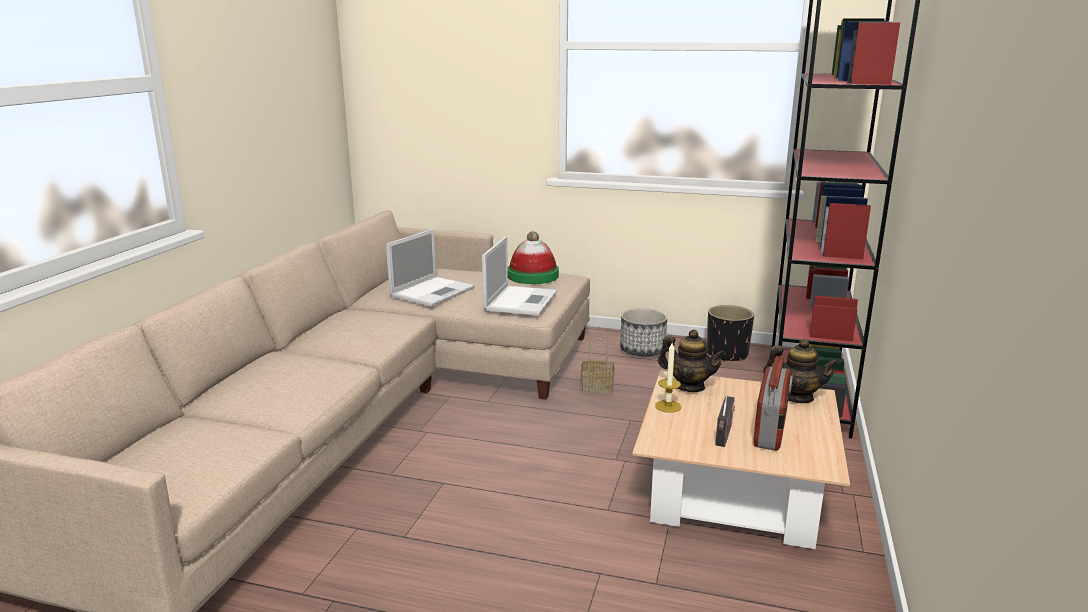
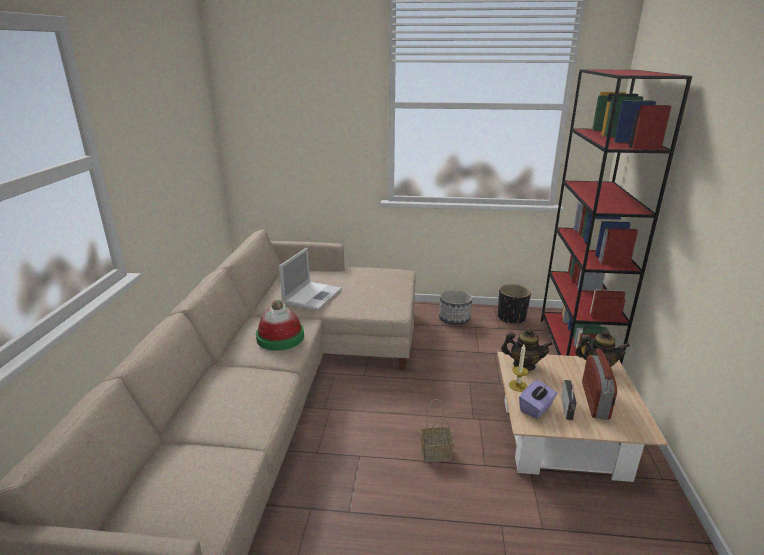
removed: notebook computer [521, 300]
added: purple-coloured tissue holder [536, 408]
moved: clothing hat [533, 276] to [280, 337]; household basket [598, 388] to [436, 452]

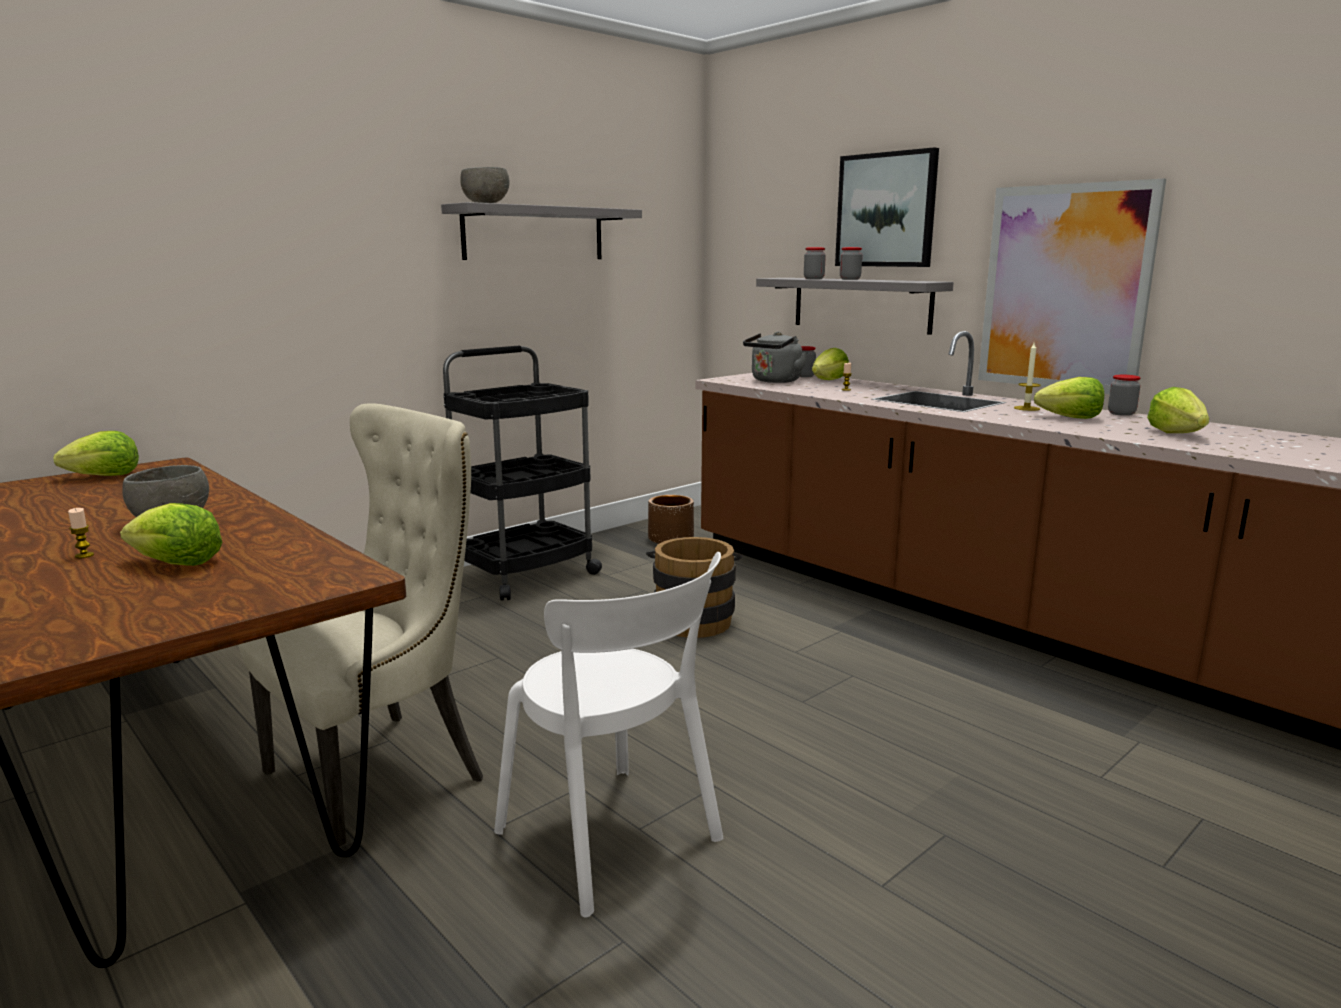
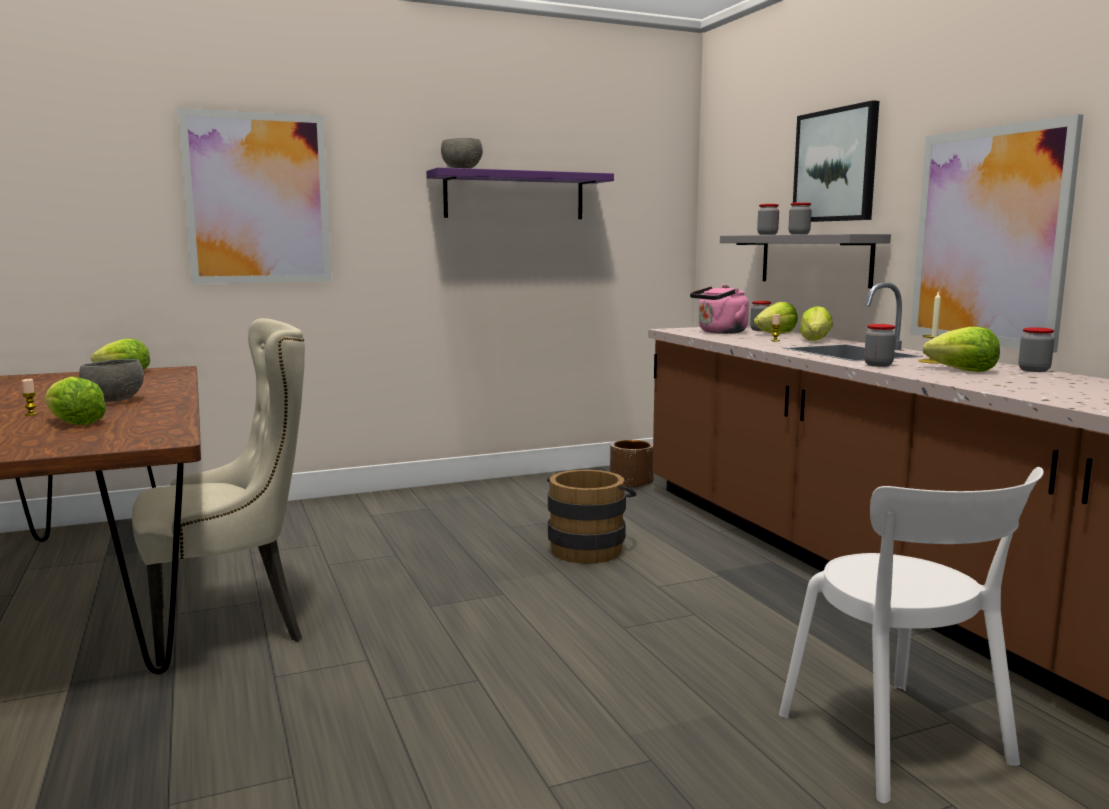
removed: blackish cart [525, 574]
added: picture [258, 199]; preserve jar [878, 365]
moved: whitish upright chair [614, 840] to [900, 743]; lettuce head [1176, 433] to [815, 340]
recoloured: grey shelf [534, 234] to purple-coloured shelf [514, 196]; grey tea kettle [774, 381] to pink-coloured tea kettle [720, 332]

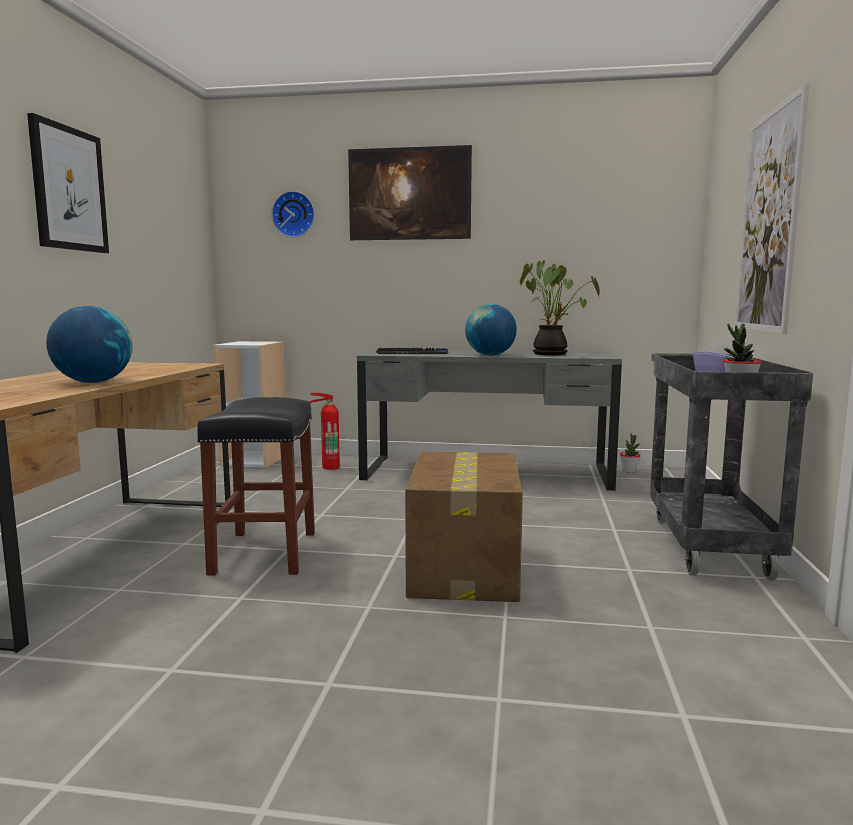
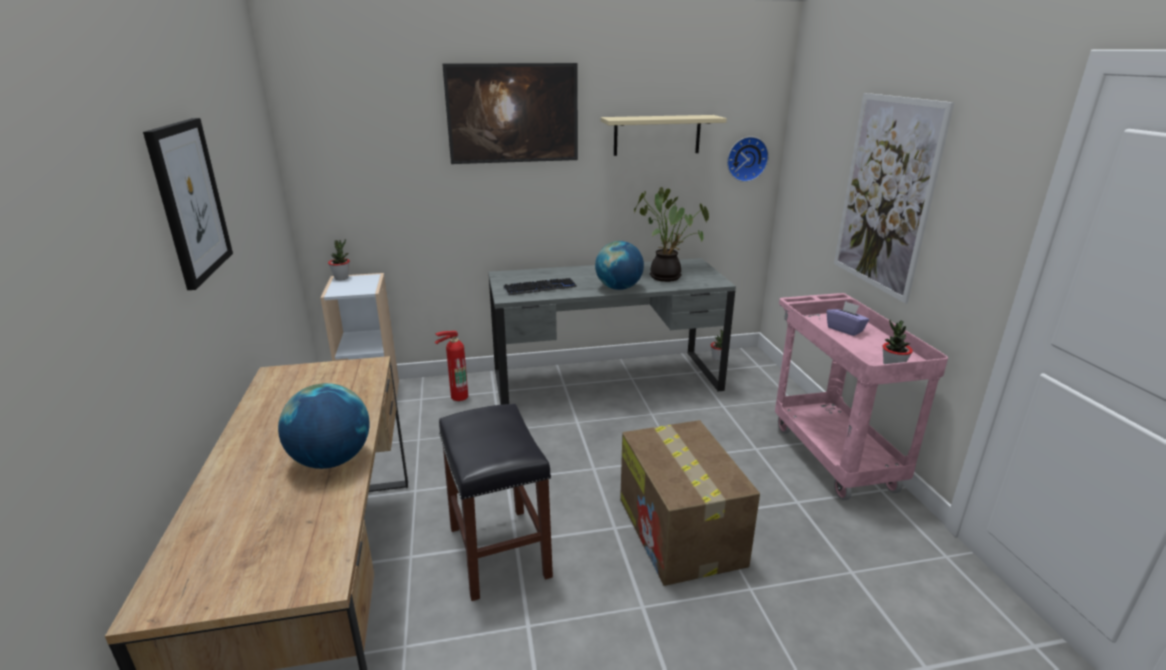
added: plant in a pot [341, 278]; beige shelf [657, 135]
moved: clock on the wall [294, 214] to [746, 158]
recoloured: grey cart [706, 545] to pink-coloured cart [829, 455]

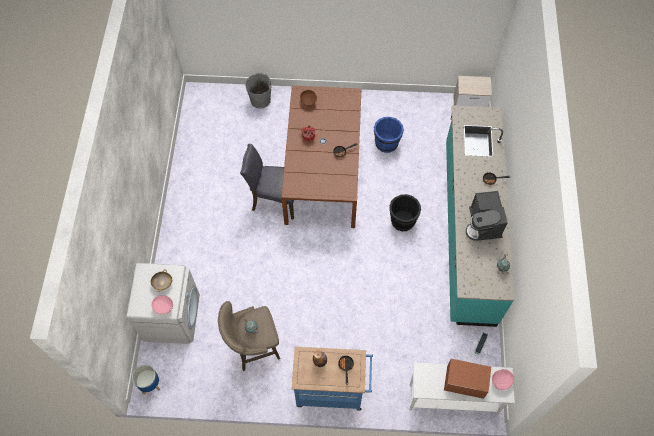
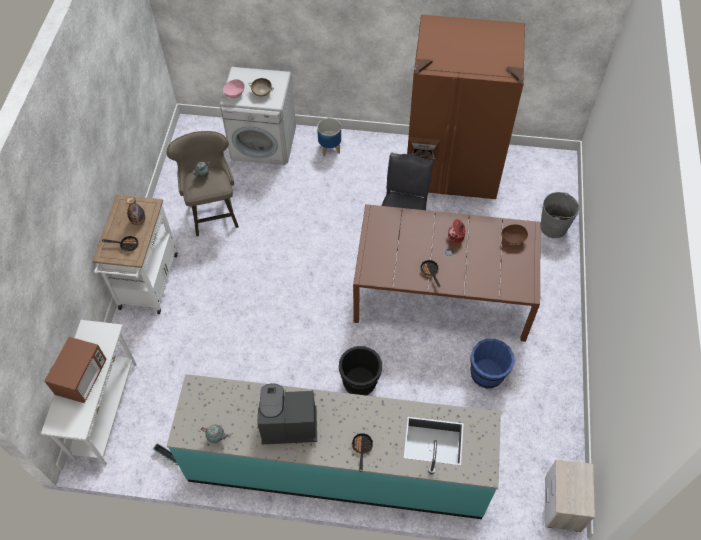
removed: pink-coloured deep dish [501, 381]
added: brown kitchen fridge [451, 170]
moved: planter [150, 384] to [329, 148]
recoloured: blue cart [332, 391] to whitish cart [148, 283]

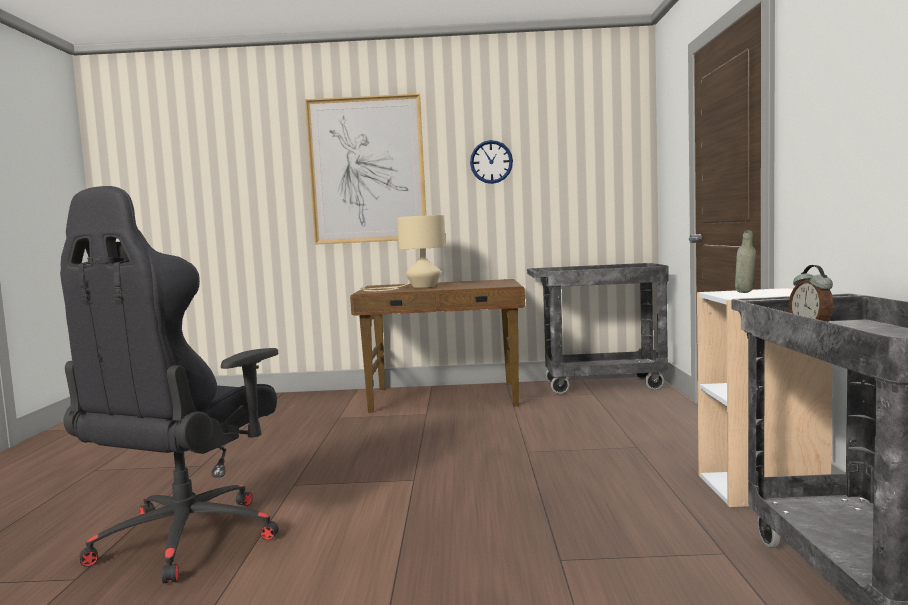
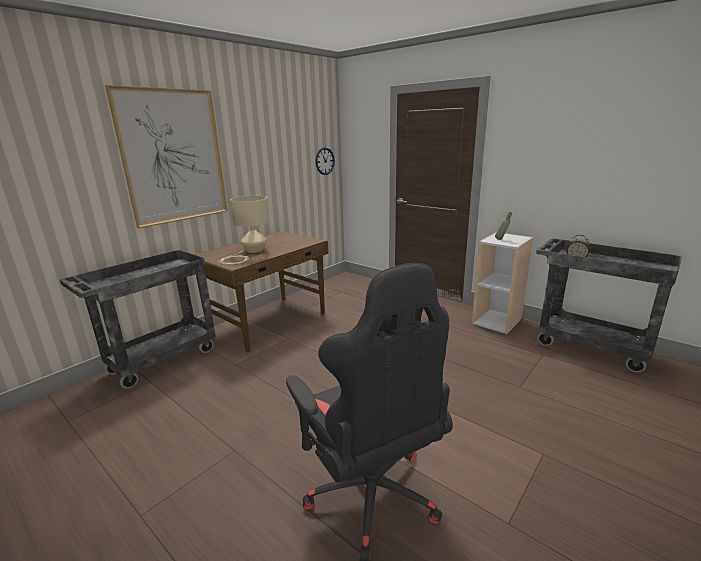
moved: clock on the wall [491, 162] to [324, 161]; grey cart [597, 386] to [159, 364]

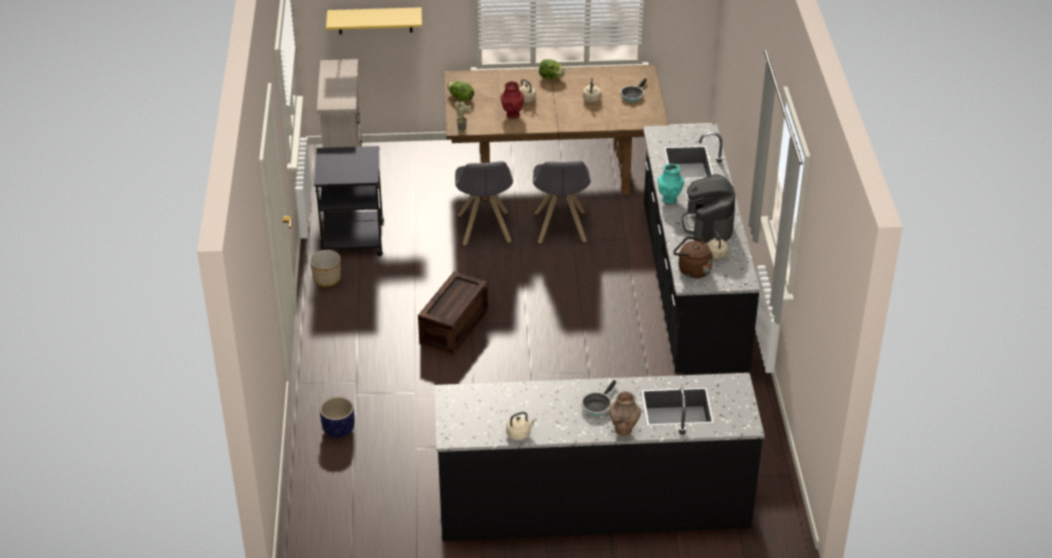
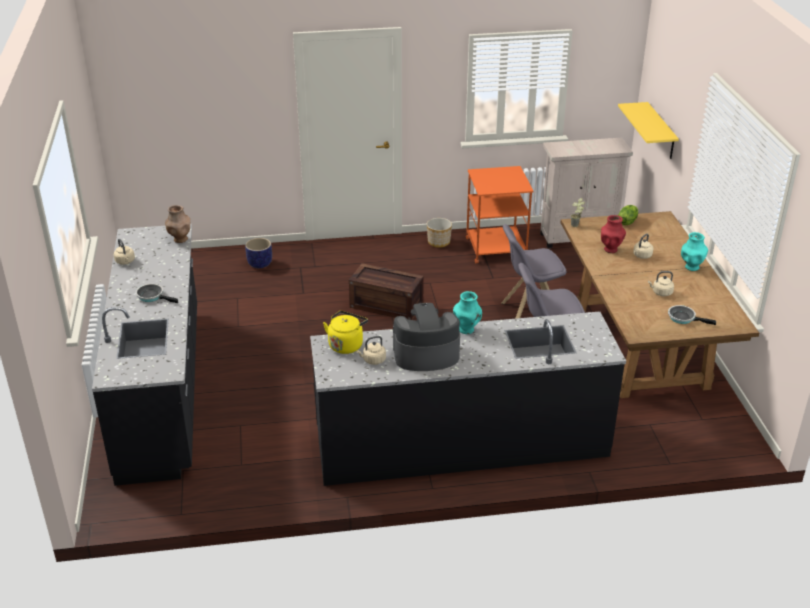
moved: brown decorative vase [623, 430] to [180, 239]
replaced: lettuce head [551, 77] to blue-green decorative vase [691, 267]
recoloured: blackish cart [353, 237] to orangey cart [496, 248]; brown tea kettle [691, 270] to yellowish tea kettle [346, 344]

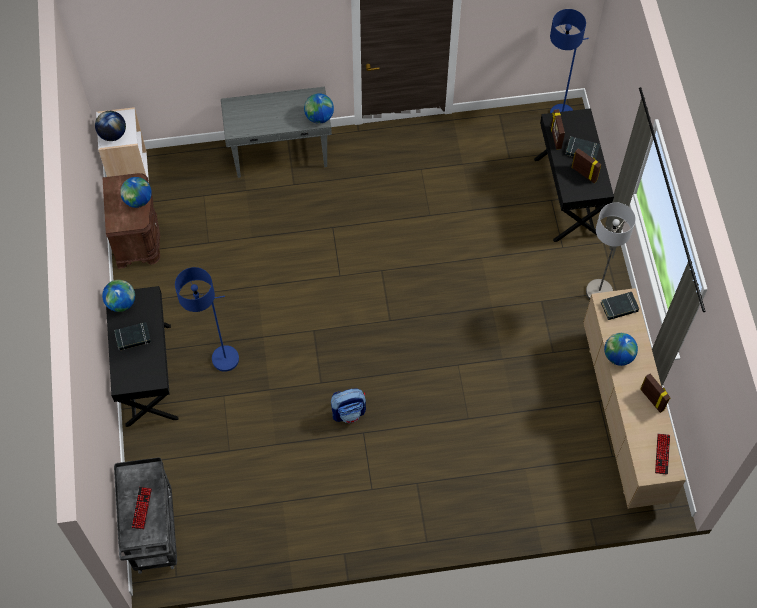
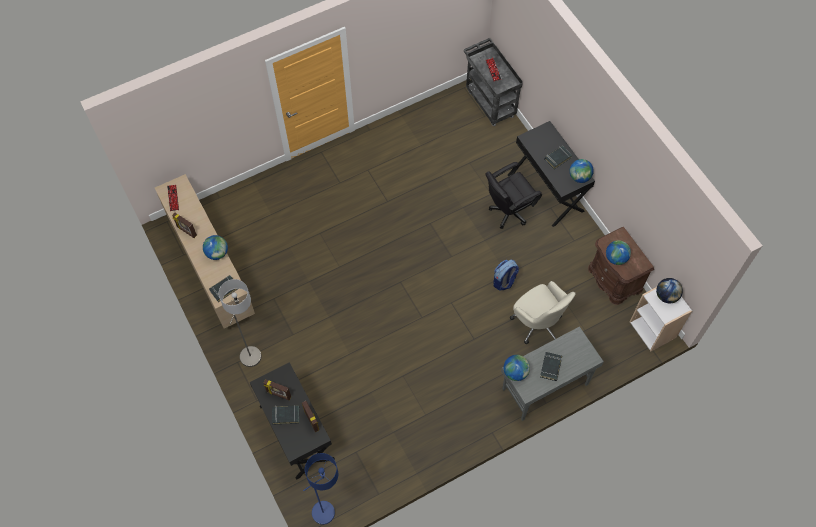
added: beige computer chair [537, 324]; blackish volume [550, 367]
moved: backpack [349, 412] to [504, 281]
replaced: blue floor lamp [217, 360] to blackish computer chair [507, 214]

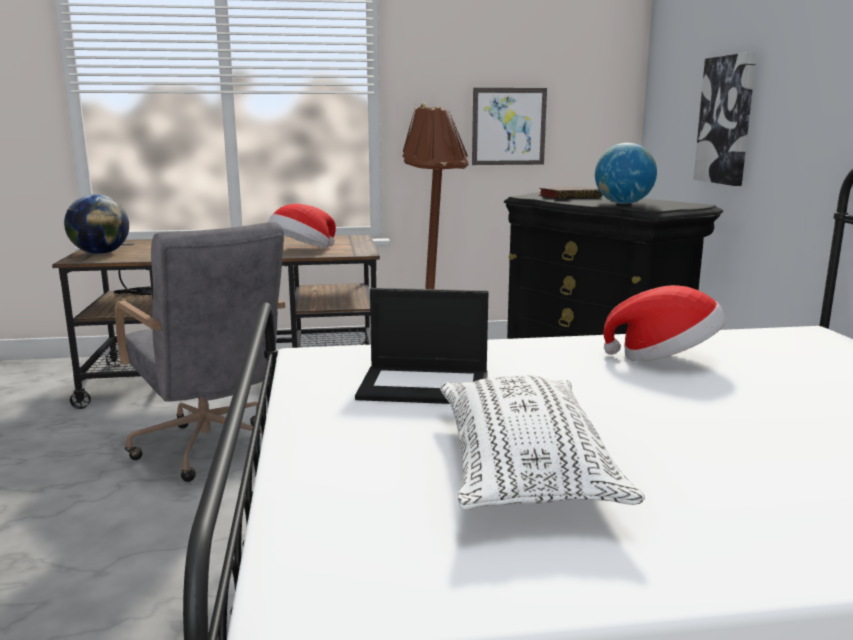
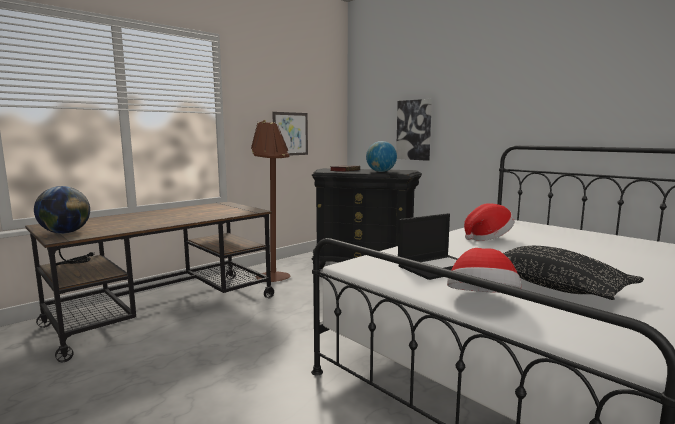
removed: grey computer chair [210, 452]
moved: clothing hat [302, 250] to [481, 301]
recoloured: whitish throw pillow [523, 467] to blackish throw pillow [553, 286]

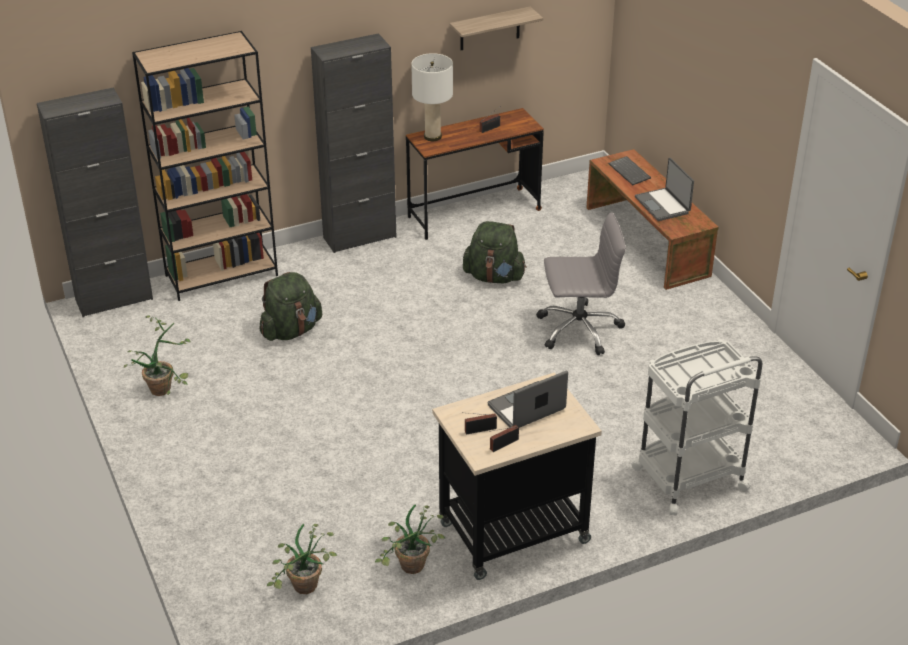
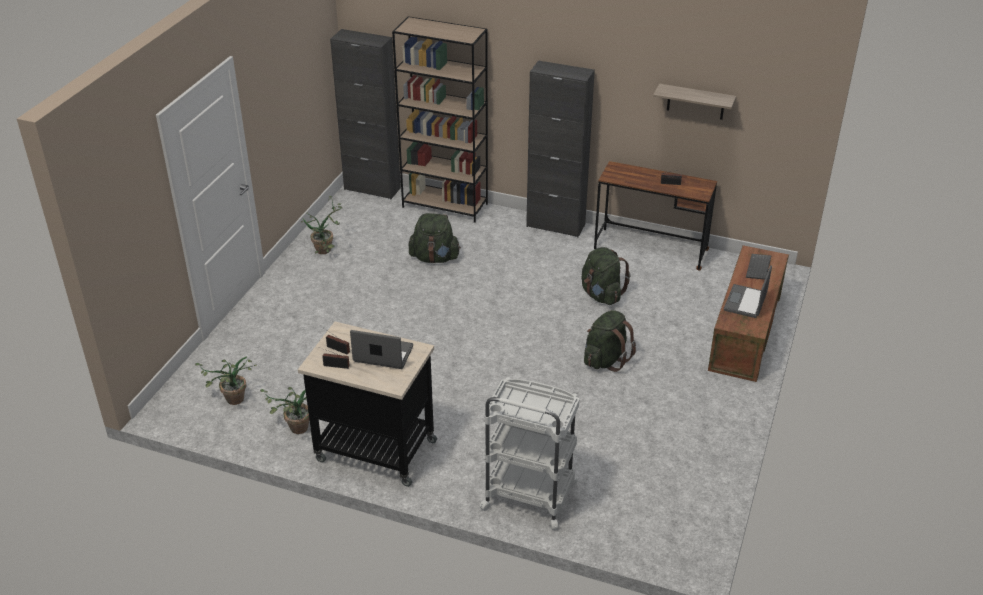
removed: whitish lamp for a table [432, 136]
replaced: grey computer chair [579, 329] to greenish backpack [606, 359]

